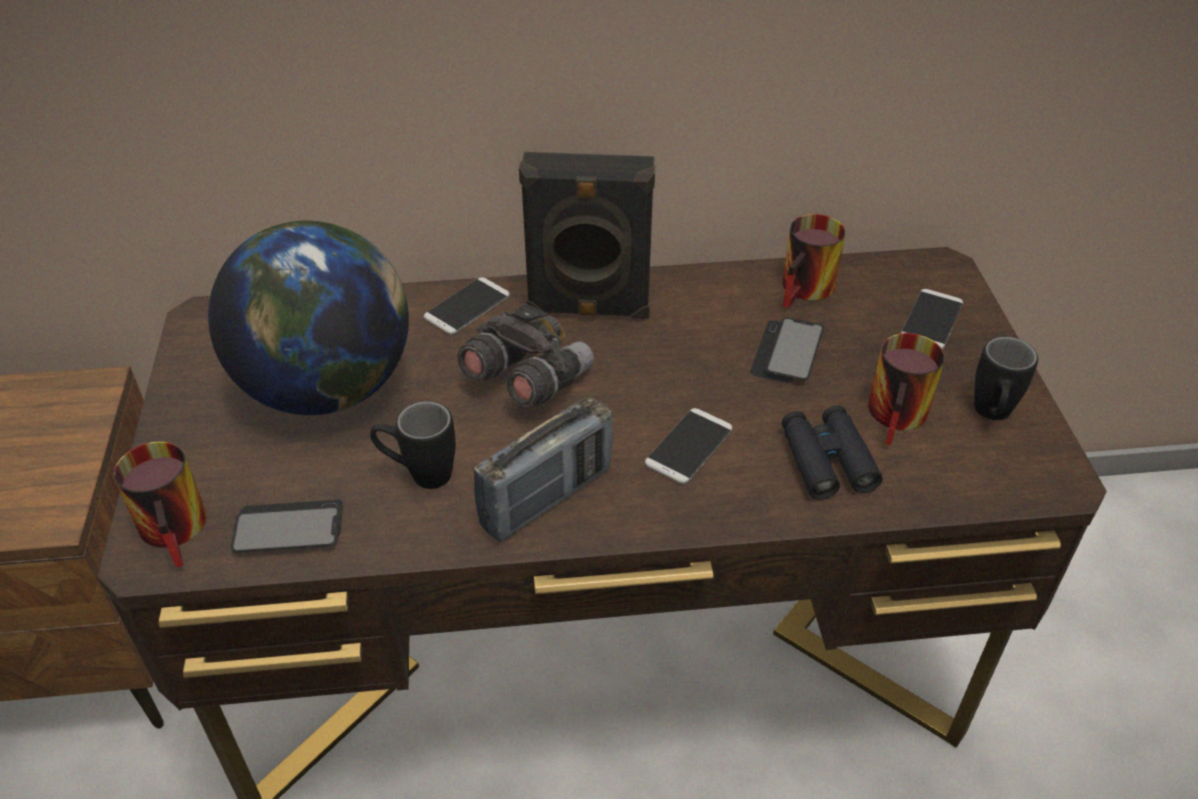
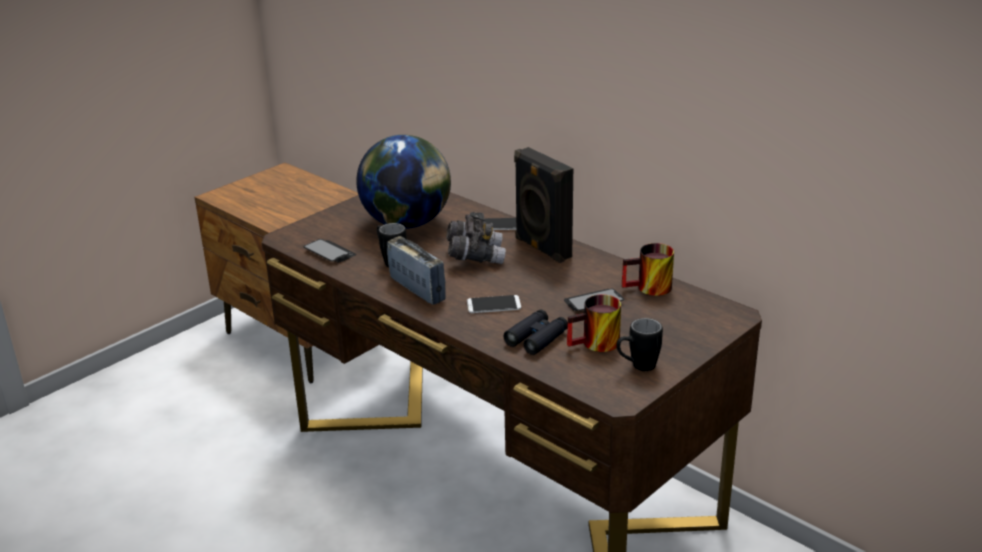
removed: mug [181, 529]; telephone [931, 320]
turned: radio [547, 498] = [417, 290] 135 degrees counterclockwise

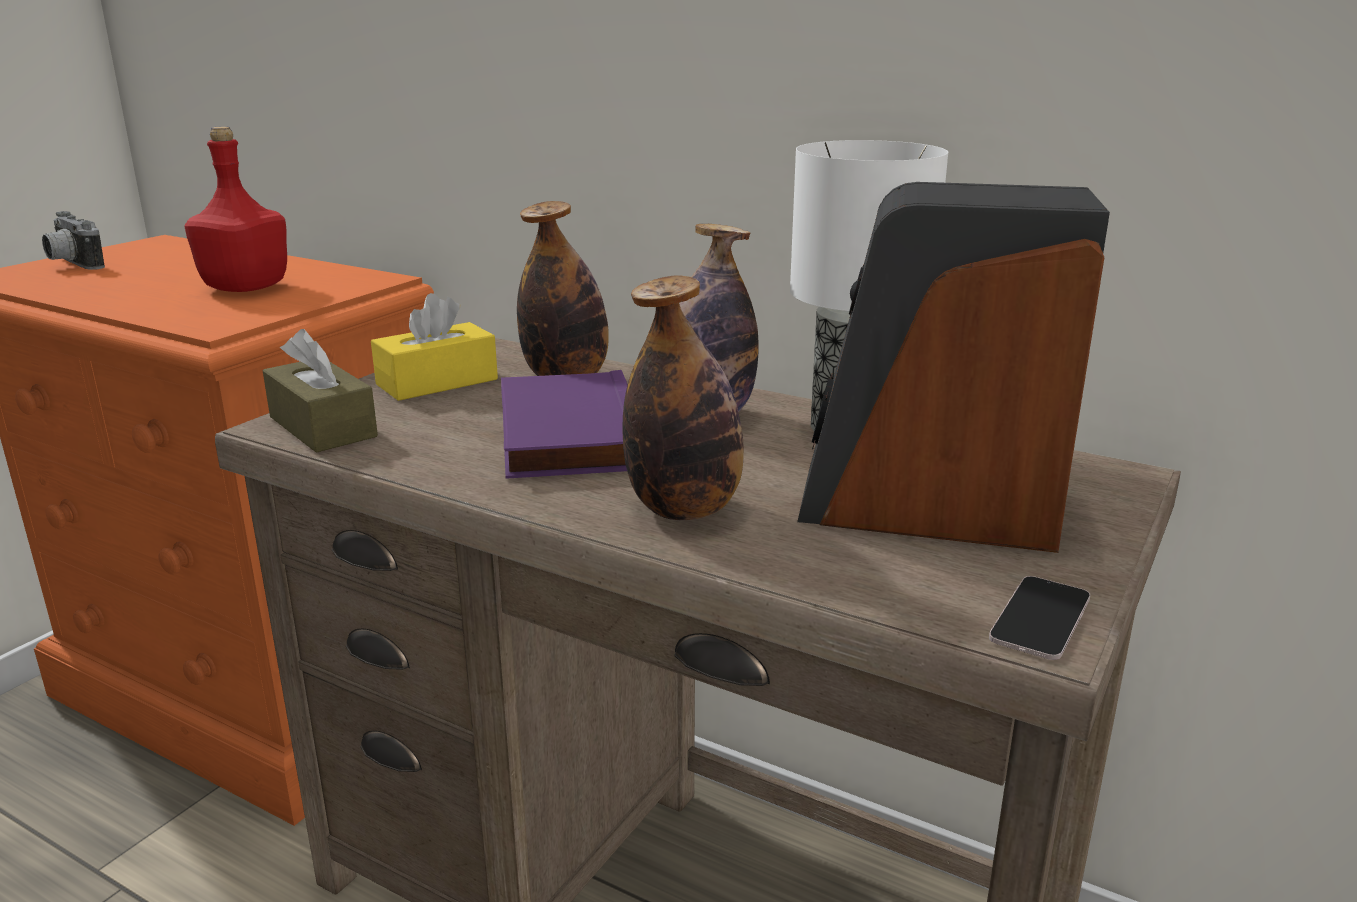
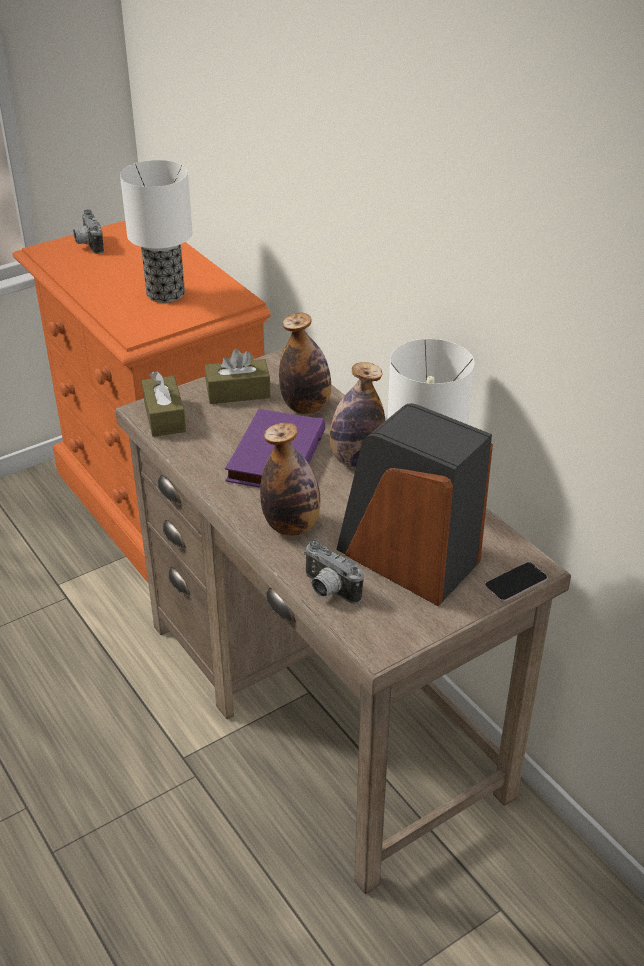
added: photo camera [327, 590]
moved: telephone [1040, 619] to [515, 582]
replaced: reddish drink bottle [245, 288] to lamp for a table [165, 294]
recoloured: yellowish tissue holder [437, 382] to brown tissue holder [238, 392]

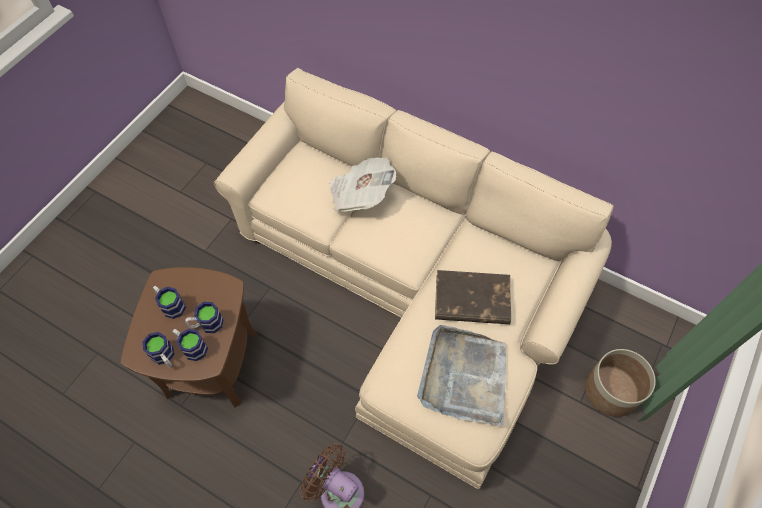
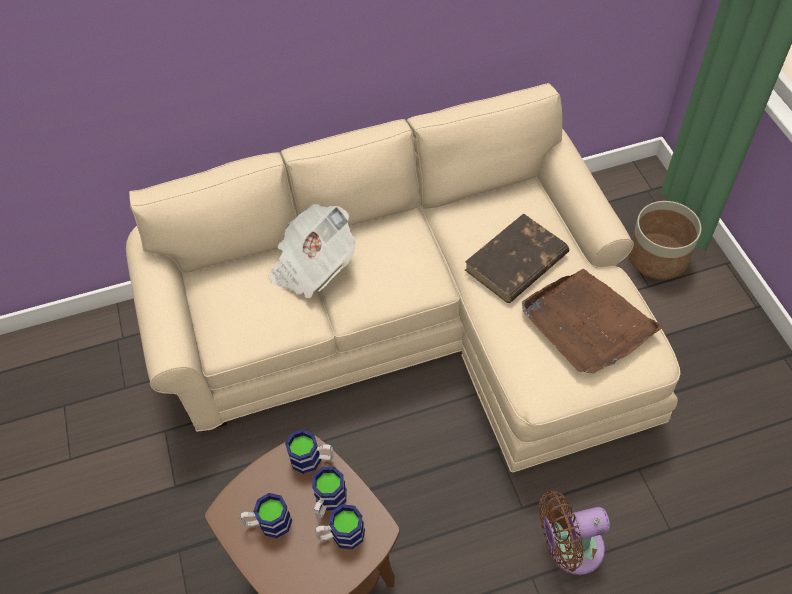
moved: mug [165, 357] to [312, 459]
recoloured: grey tray [464, 377] to brown tray [587, 324]

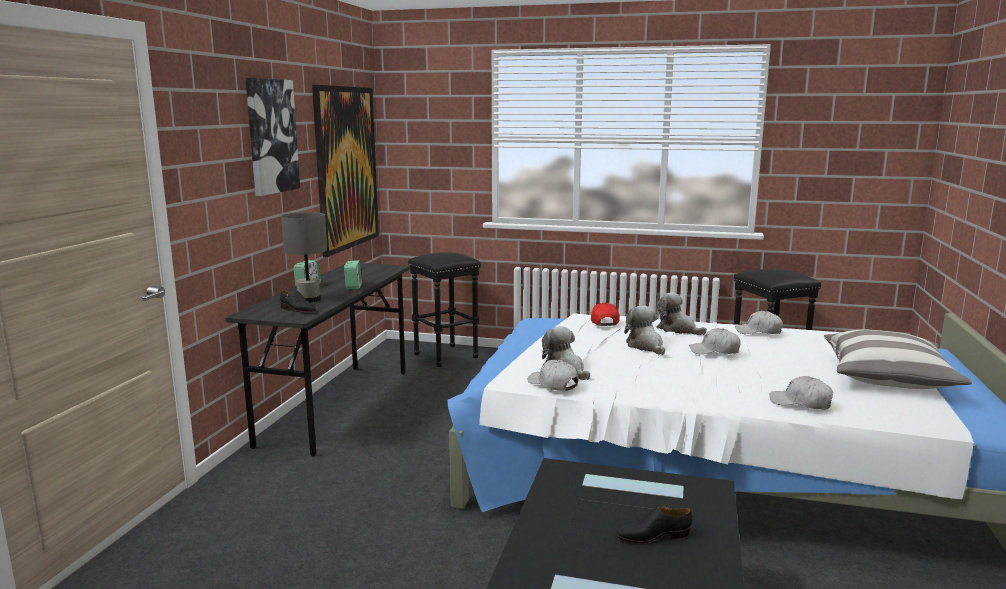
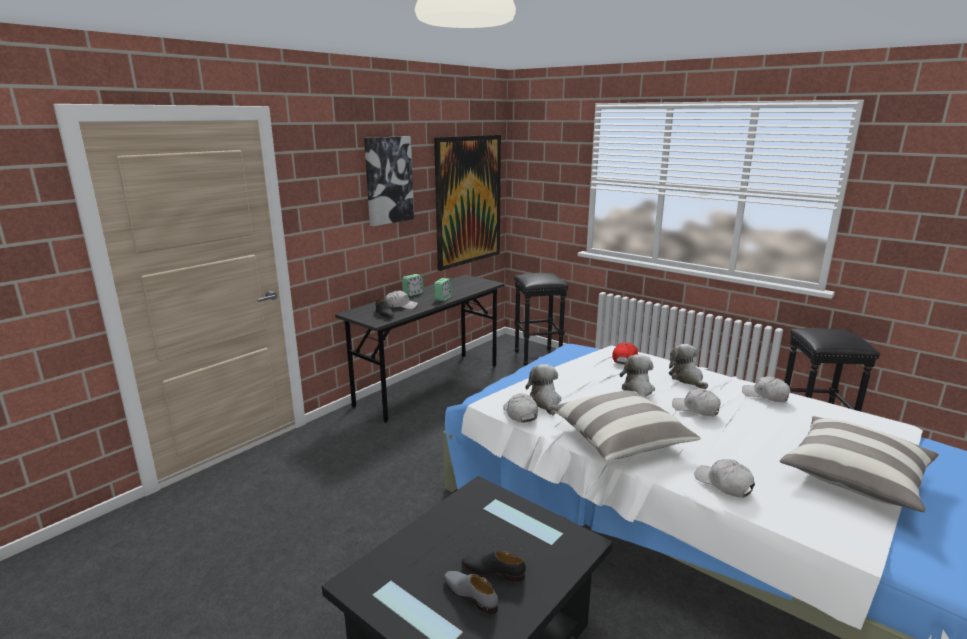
added: grey low shoe [470, 595]; throw pillow [620, 439]
replaced: grey lamp for a table [308, 299] to whitish peaked cap [401, 306]

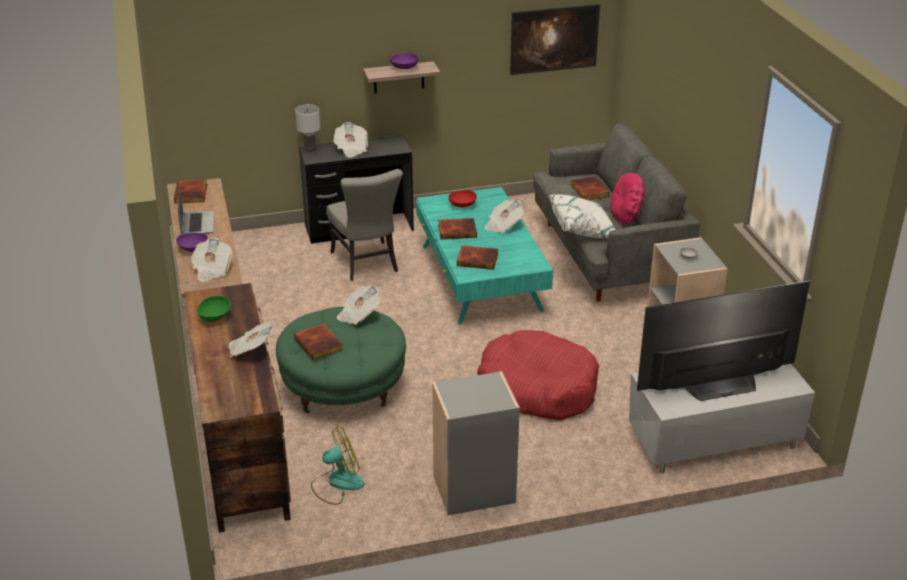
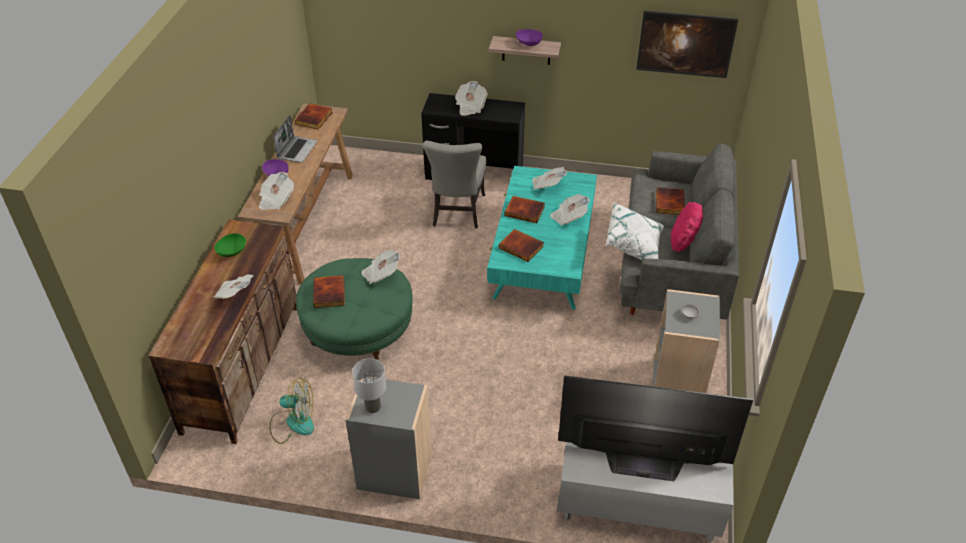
removed: reddish dog bed [538, 388]
moved: whitish lamp for a table [309, 149] to [372, 408]
replaced: reddish deep dish [462, 206] to newspaper [547, 185]

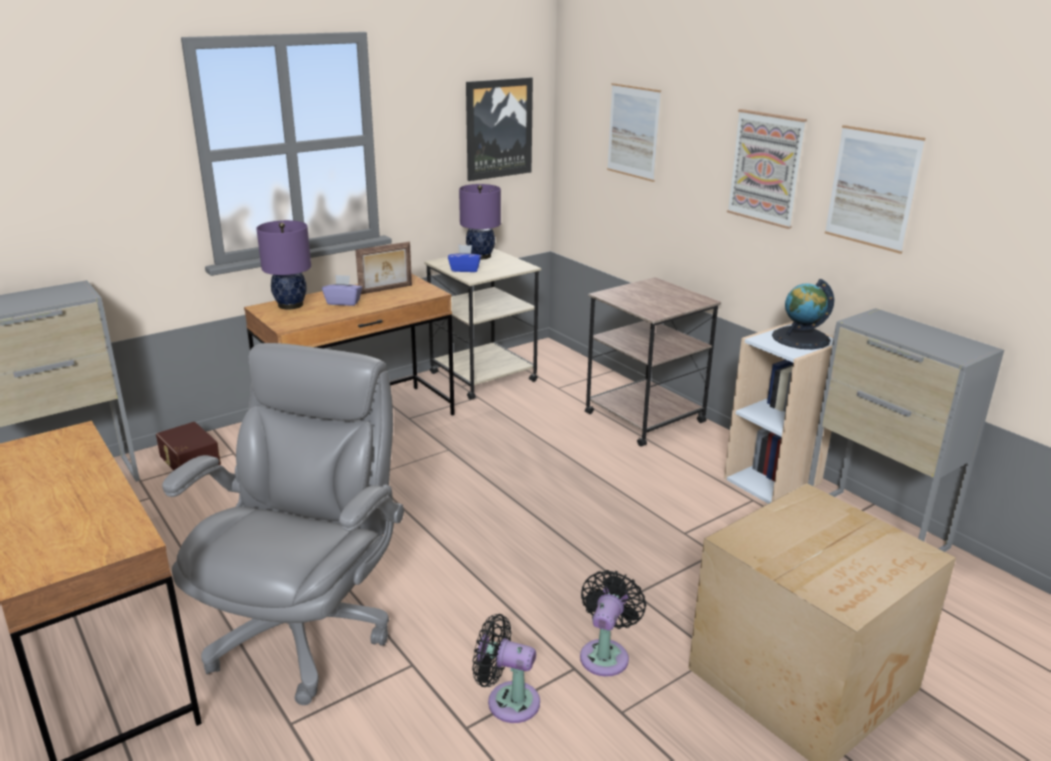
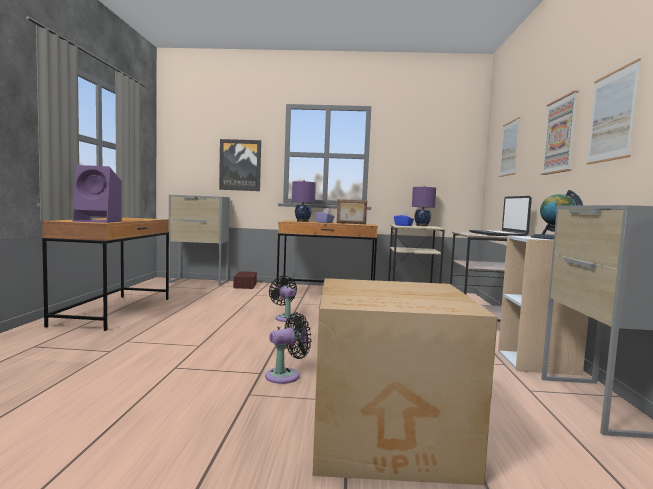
removed: grey computer chair [304, 631]
added: purple-coloured audio speaker [99, 221]; notebook computer [497, 234]
moved: picture [498, 128] to [240, 165]; blackish fan [508, 700] to [285, 318]

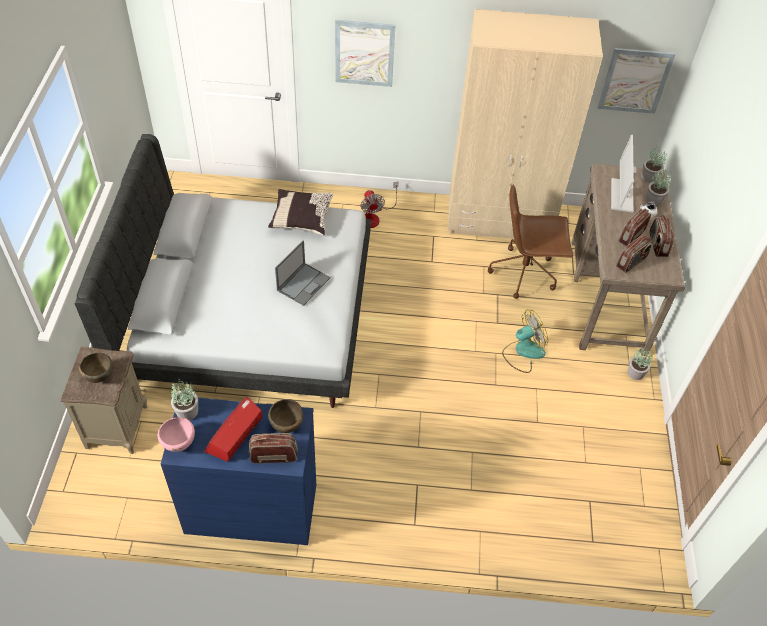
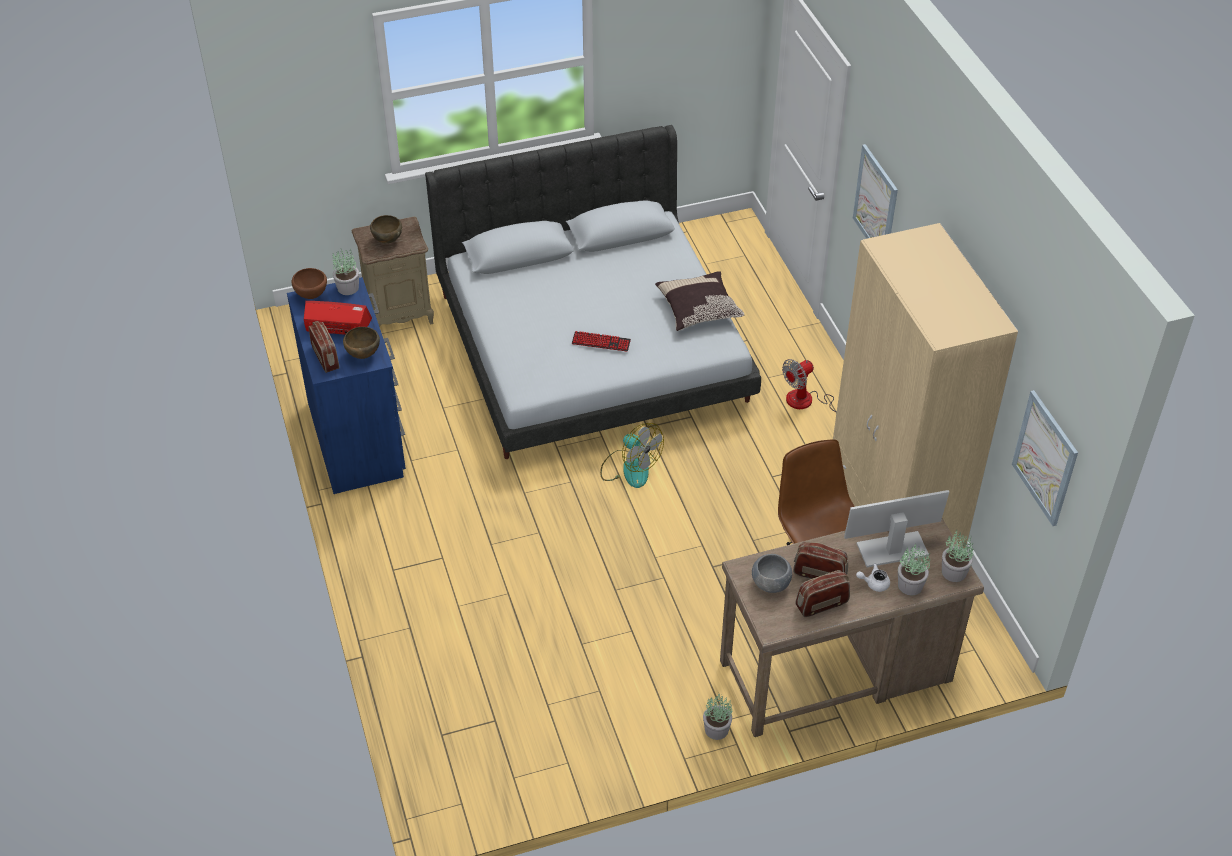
moved: fan [523, 352] to [629, 468]
replaced: notebook computer [304, 283] to keyboard [601, 342]; radio [631, 262] to grey deep dish [770, 583]
recoloured: pink-coloured deep dish [179, 443] to brown deep dish [312, 296]

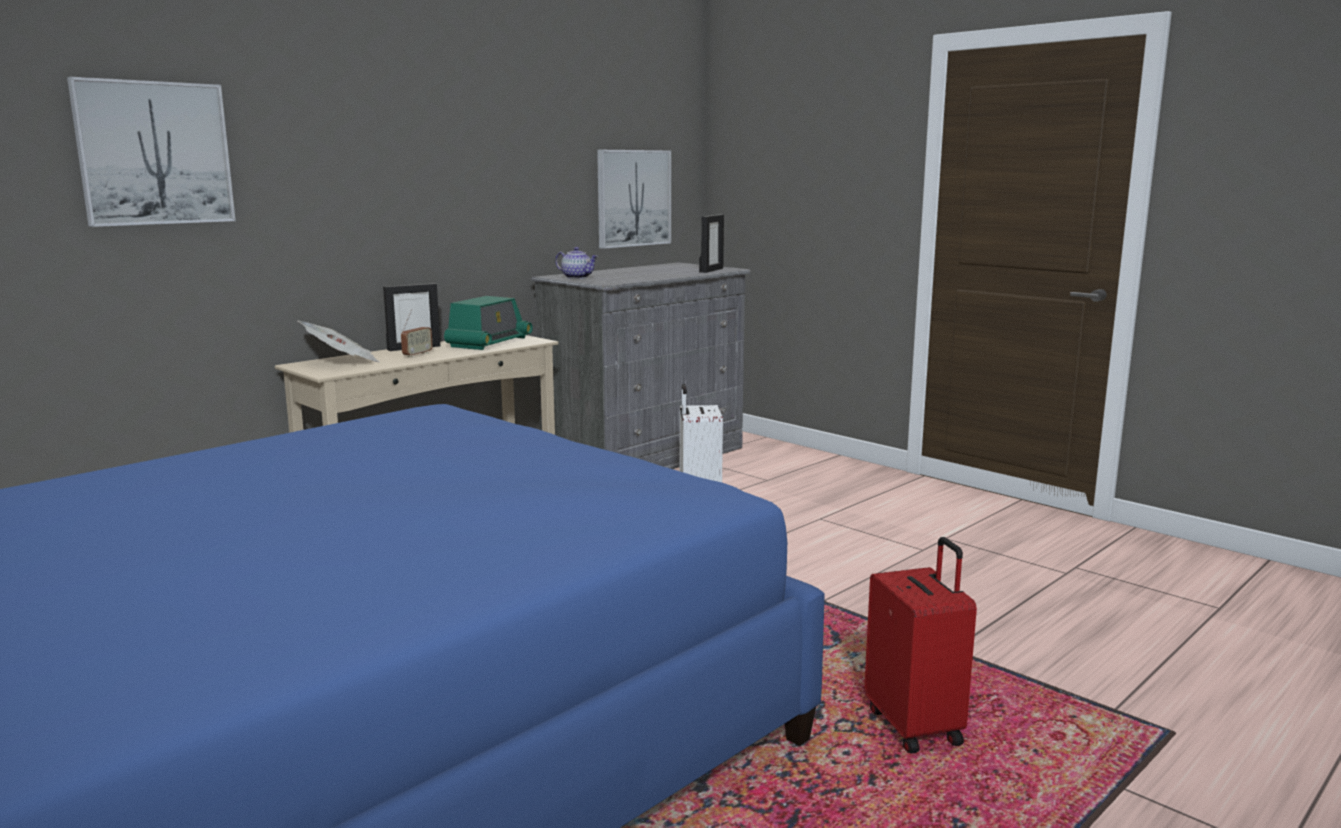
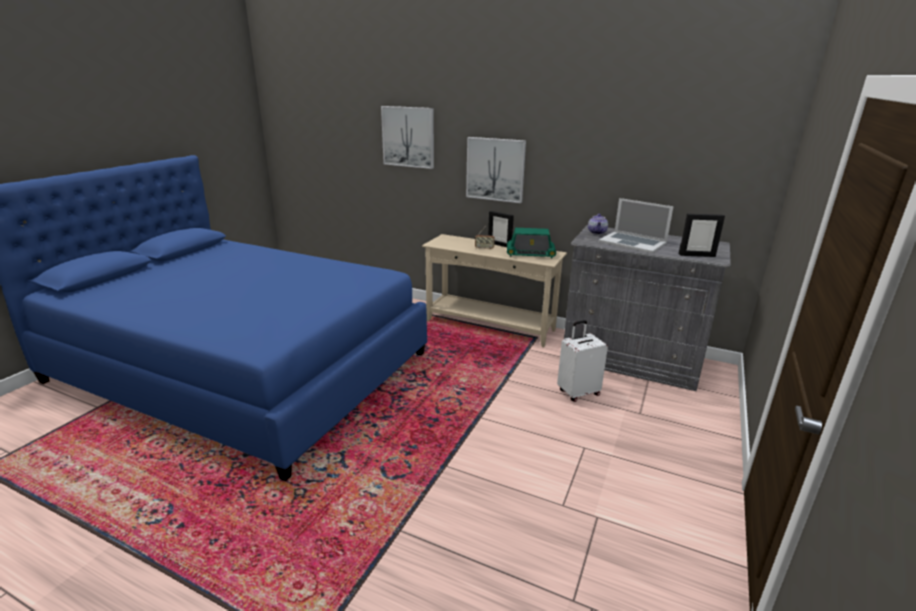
removed: newspaper [342, 362]; reddish piece of luggage [916, 726]
added: notebook computer [632, 242]
moved: picture [633, 198] to [495, 169]

